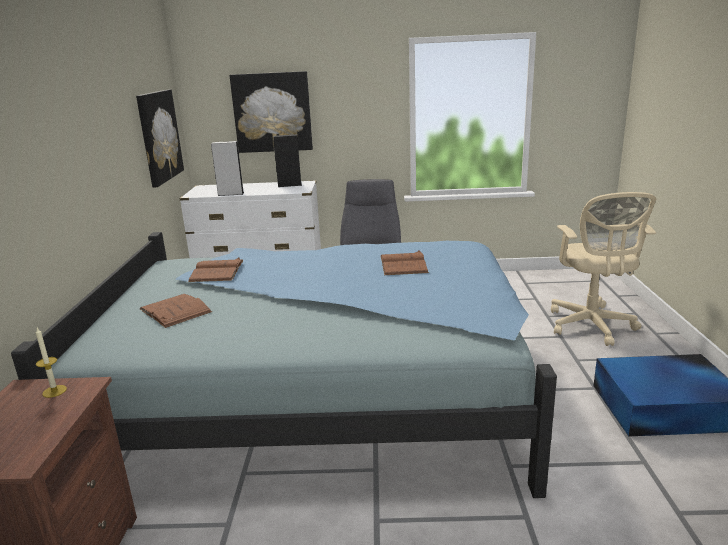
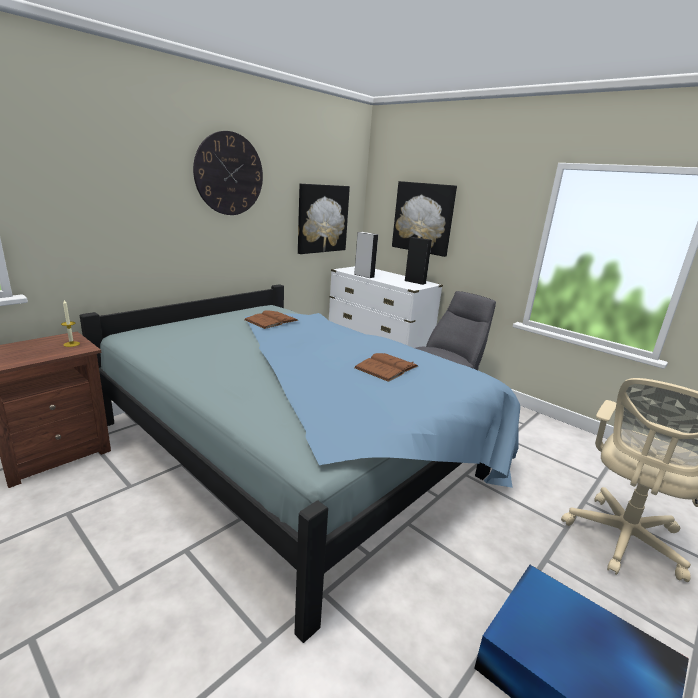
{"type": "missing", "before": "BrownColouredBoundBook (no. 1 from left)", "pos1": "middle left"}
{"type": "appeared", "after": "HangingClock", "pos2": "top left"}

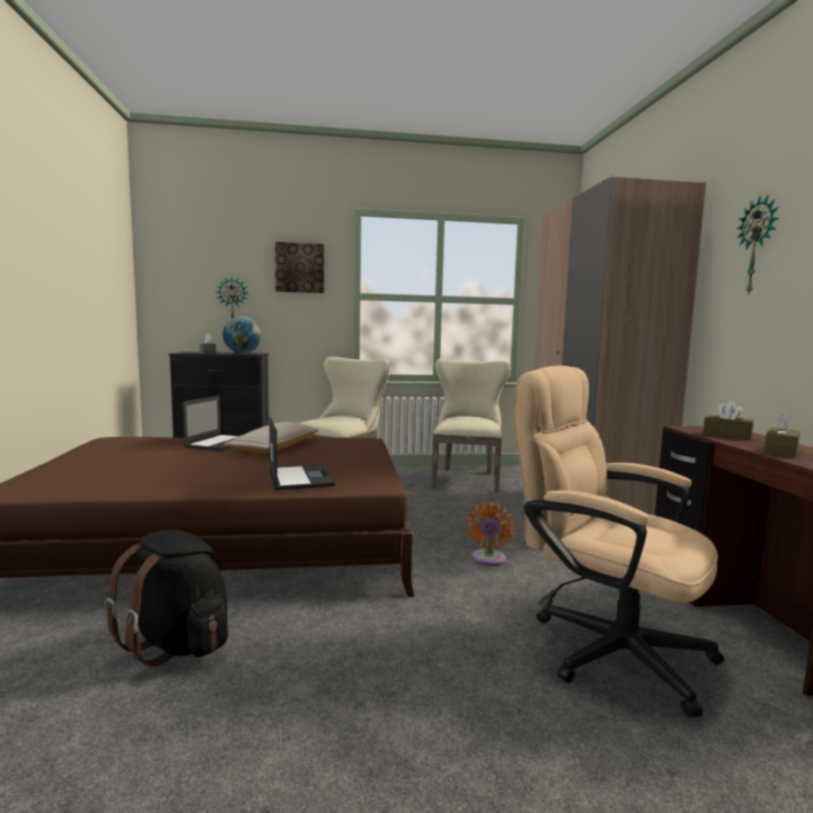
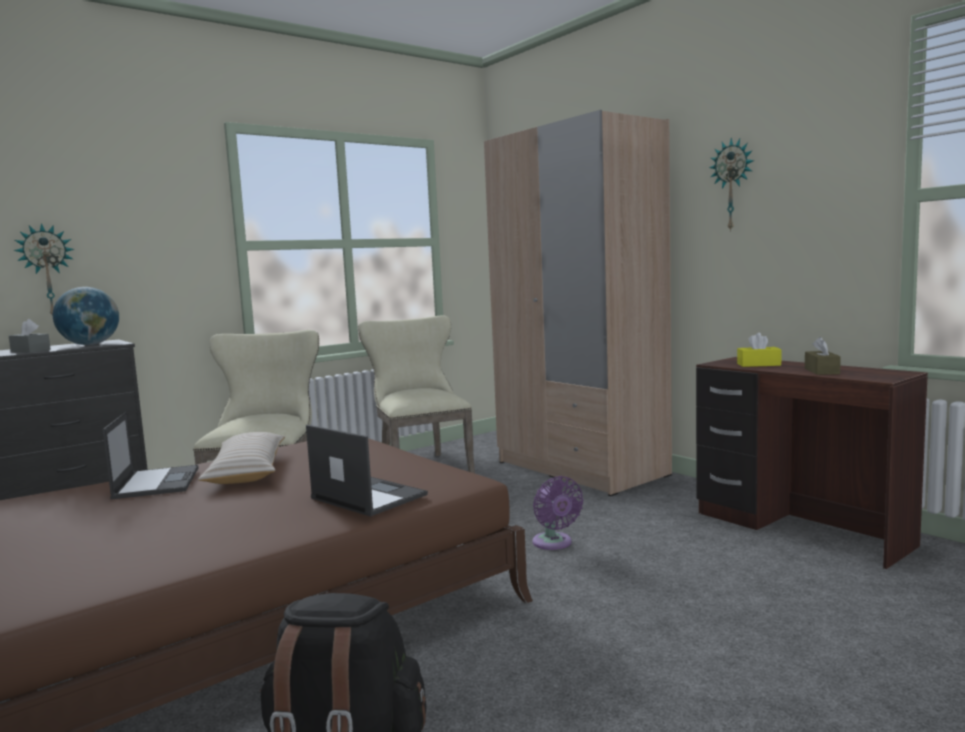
{"type": "missing", "before": "Picture", "pos1": "top centre"}
{"type": "missing", "before": "BeigeComputerChair", "pos1": "middle right"}
{"type": "colour", "before": "OrangeyCoolingFan", "after": "PurpleCoolingFan", "pos1": "centre", "pos2": "bottom centre"}
{"type": "colour", "before": "BrownColouredTissueBox (no. 1 from left)", "after": "YellowTissueBox", "pos1": "middle right", "pos2": "middle right"}

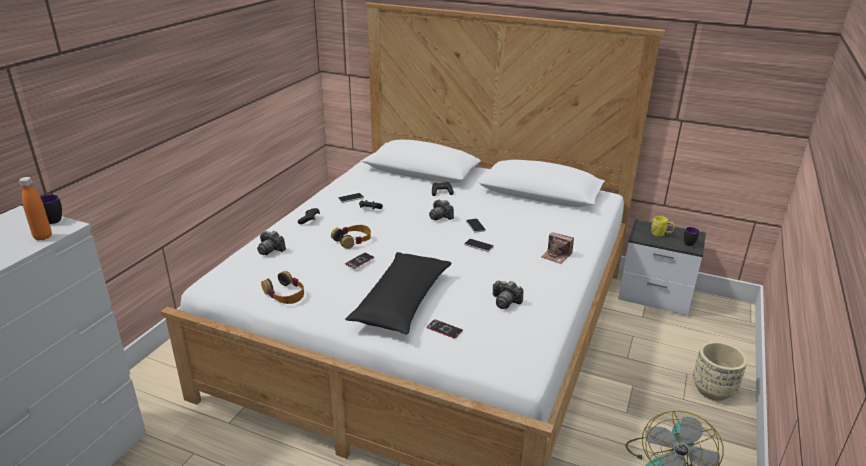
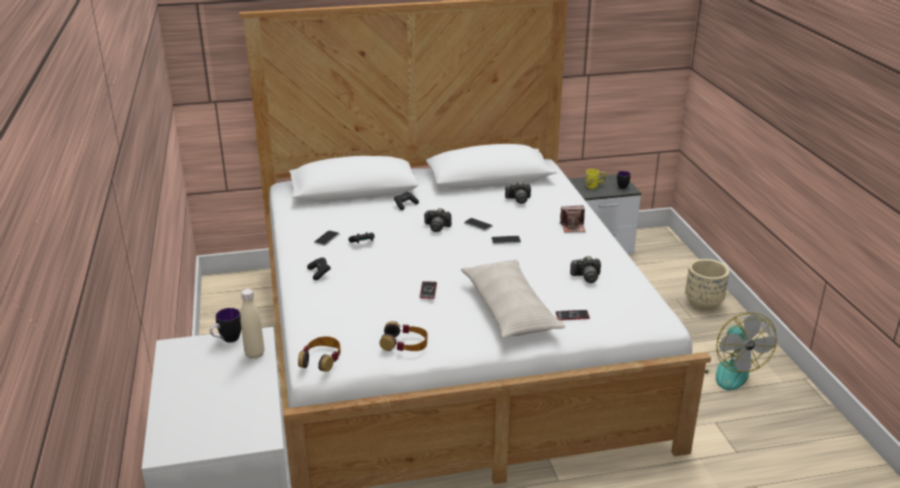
{"type": "relocated", "before": "StillCamera (no. 1 from left in the first image)", "after": "StillCamera (no. 2 from left)", "pos1": "middle left", "pos2": "centre"}
{"type": "relocated", "before": "Headset (no. 2 from left in the first image)", "after": "Headset (no. 1 from left)", "pos1": "centre", "pos2": "bottom centre"}
{"type": "colour", "before": "OrangeyBottle", "after": "BeigeBottle", "pos1": "middle left", "pos2": "middle left"}
{"type": "colour", "before": "BlackThrowPillow", "after": "BeigeThrowPillow", "pos1": "centre", "pos2": "centre"}

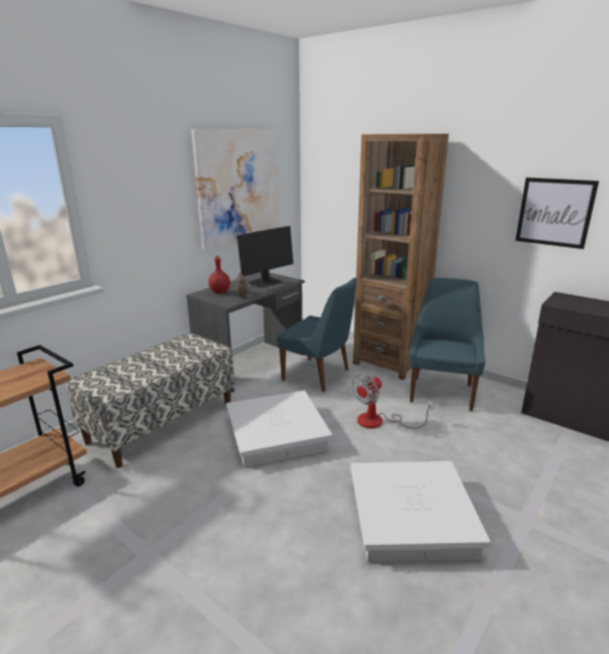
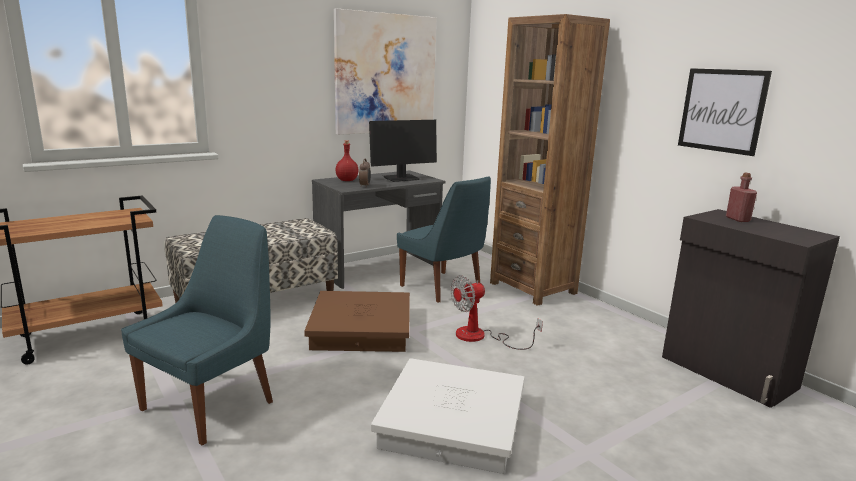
{"type": "appeared", "after": "RedColouredBottle (no. 2 from left)", "pos2": "middle right"}
{"type": "relocated", "before": "BlueUprightChair (no. 2 from left in the first image)", "after": "BlueUprightChair (no. 1 from left)", "pos1": "middle right", "pos2": "bottom left"}
{"type": "colour", "before": "WhiteColouredStorageBox (no. 1 from left)", "after": "BrownColouredStorageBox", "pos1": "centre", "pos2": "bottom centre"}

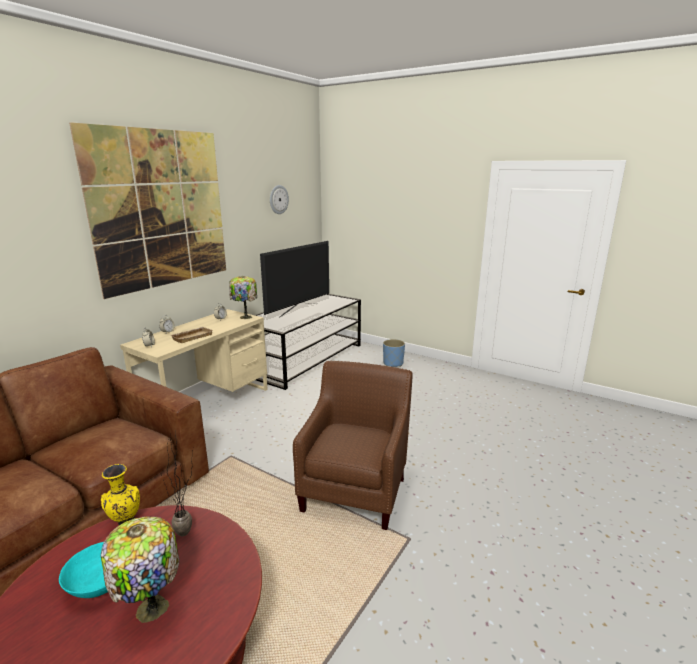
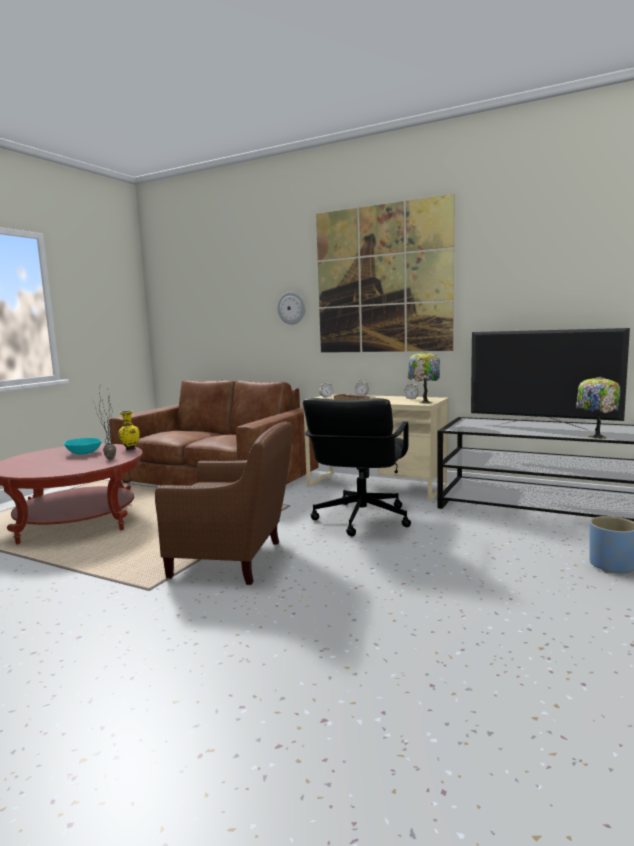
{"type": "appeared", "after": "BlackComputerChair", "pos2": "centre"}
{"type": "relocated", "before": "LampForATable (no. 1 from left in the first image)", "after": "LampForATable (no. 2 from left)", "pos1": "bottom left", "pos2": "middle right"}
{"type": "relocated", "before": "HangingClock", "pos1": "top centre", "pos2": "centre"}

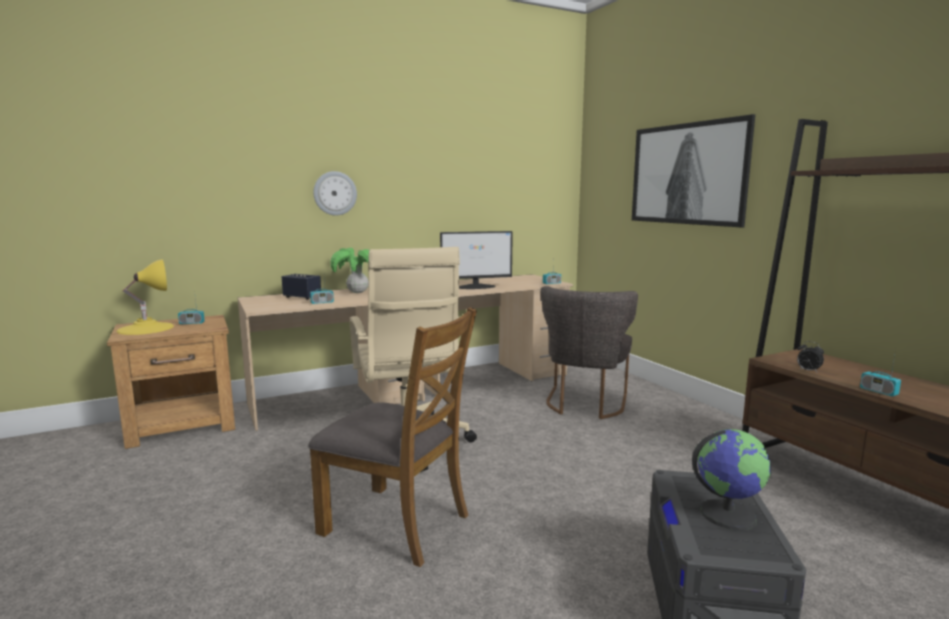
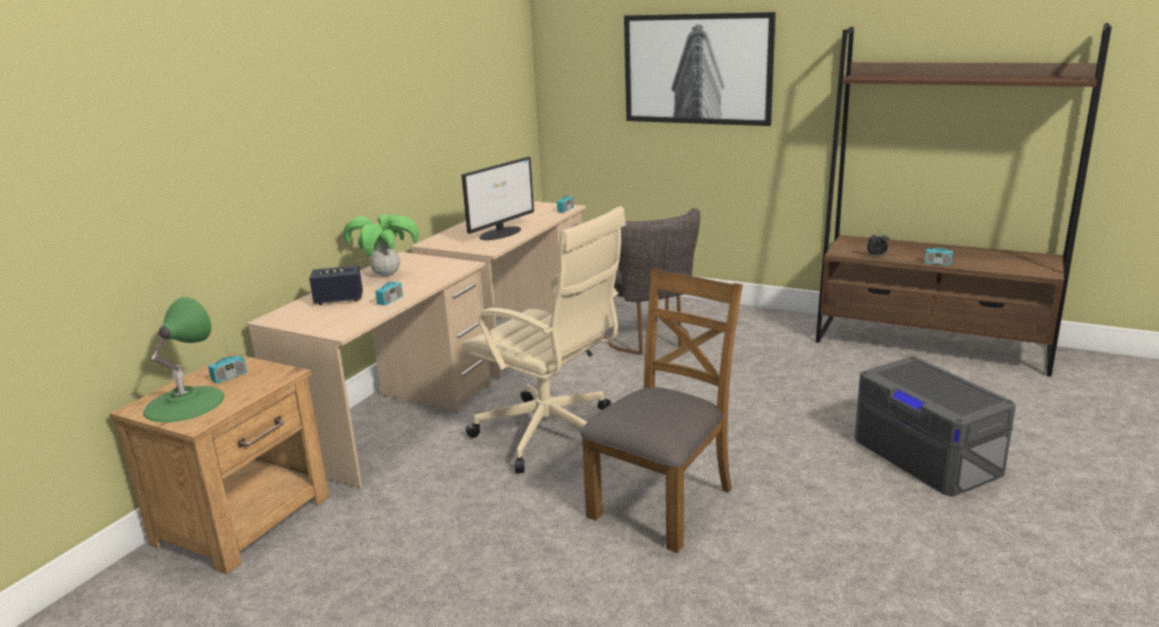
{"type": "missing", "before": "HangingClock", "pos1": "top centre"}
{"type": "missing", "before": "DeskGlobe", "pos1": "bottom right"}
{"type": "colour", "before": "YellowLampForATable", "after": "GreenColouredLampForATable", "pos1": "middle left", "pos2": "middle left"}
{"type": "spun", "before": "BrownColouredUprightChair", "pos1": "bottom centre", "pos2": "centre", "turn": -45}

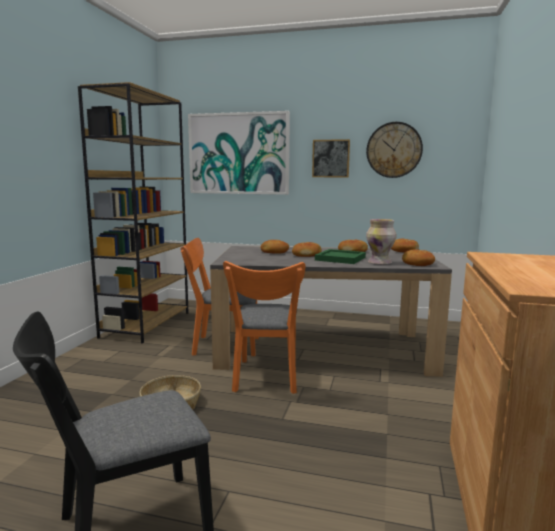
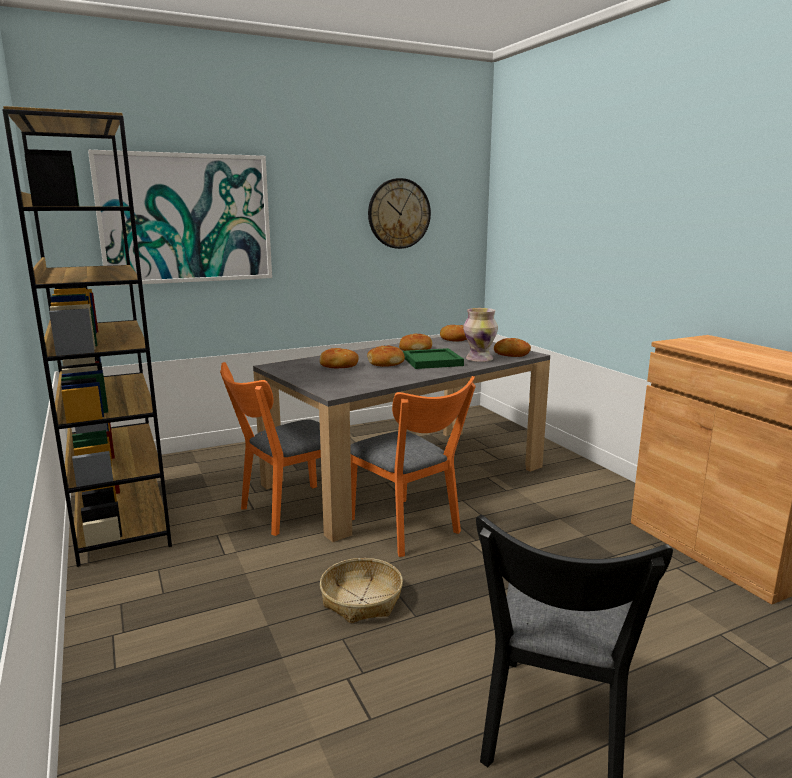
{"type": "missing", "before": "Picture (no. 2 from left)", "pos1": "top centre"}

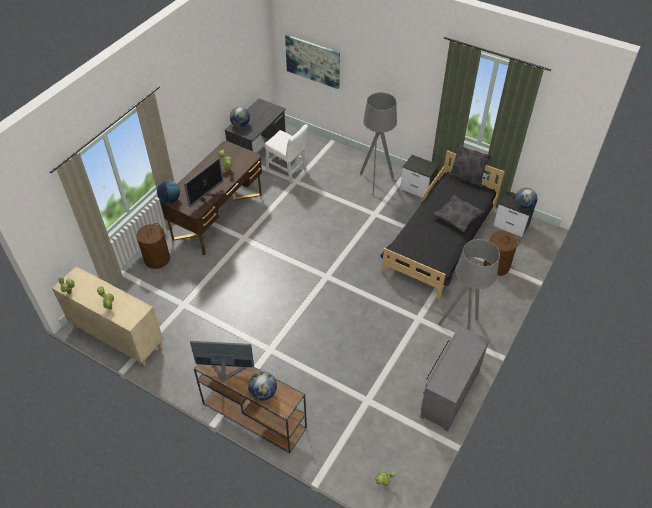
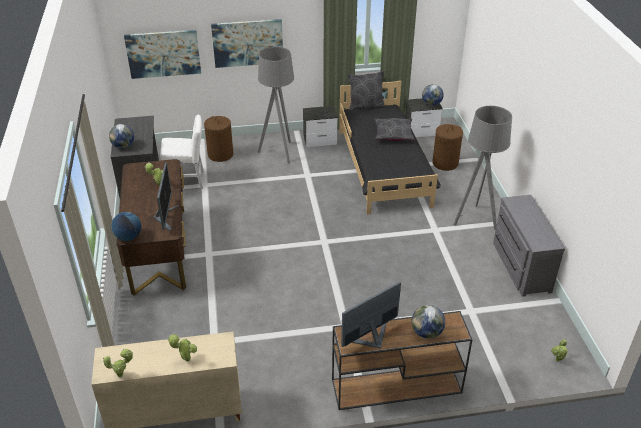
{"type": "appeared", "after": "Picture (no. 2 from left)", "pos2": "top centre"}
{"type": "relocated", "before": "BrownColouredHamper (no. 1 from left)", "pos1": "middle left", "pos2": "top centre"}

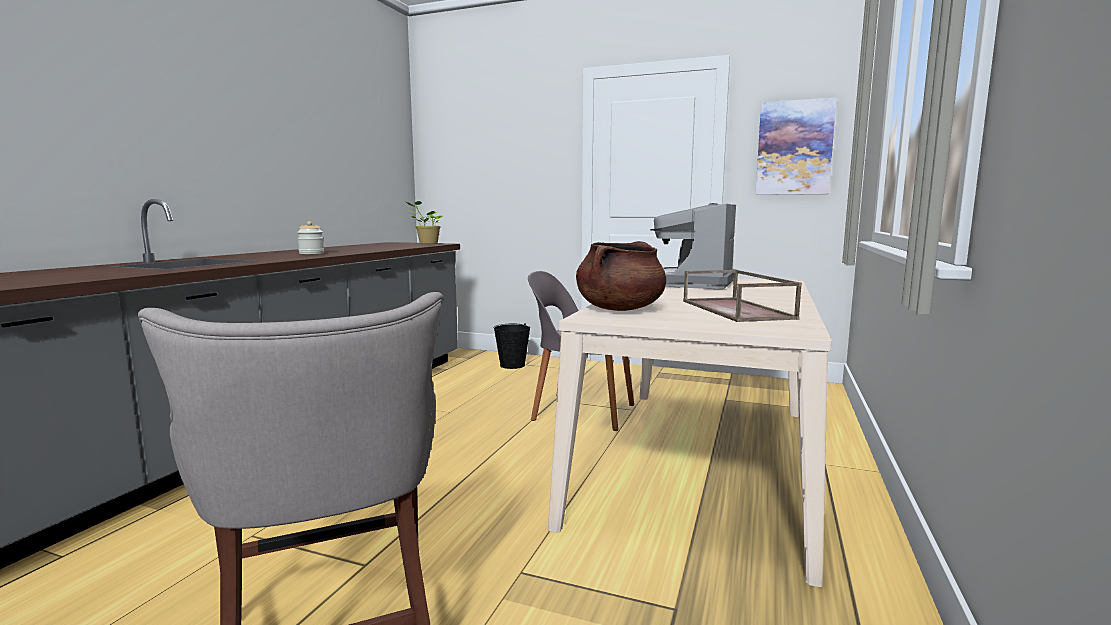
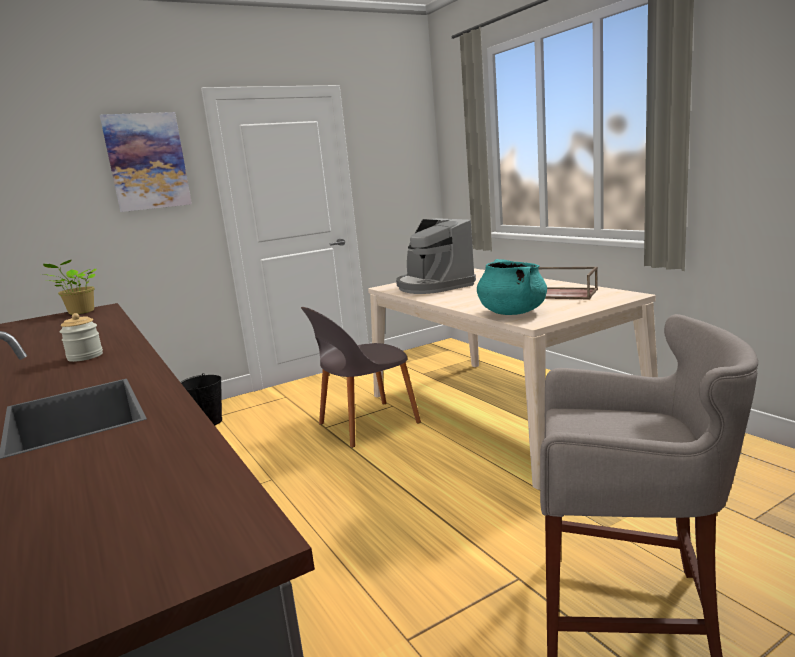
{"type": "relocated", "before": "Picture", "pos1": "top right", "pos2": "top left"}
{"type": "colour", "before": "BrownColouredCookingPot", "after": "TurquoiseColouredCookingPot", "pos1": "centre", "pos2": "centre"}

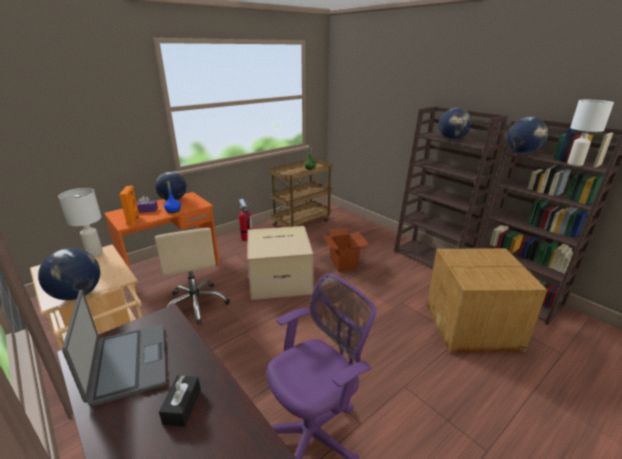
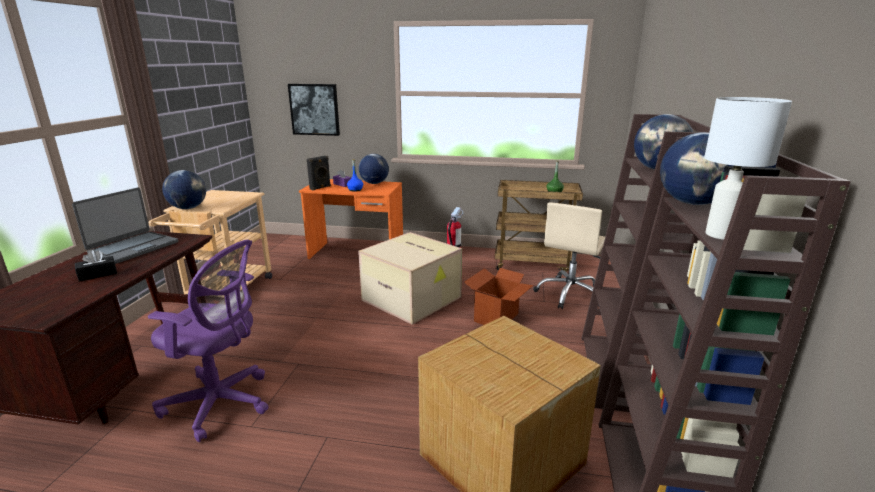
{"type": "missing", "before": "WhiteColouredLampForATable (no. 1 from left)", "pos1": "middle left"}
{"type": "appeared", "after": "Picture", "pos2": "top centre"}
{"type": "relocated", "before": "BeigeComputerChair", "pos1": "middle left", "pos2": "centre"}
{"type": "colour", "before": "OrangeyLoudspeaker", "after": "BlackLoudspeaker", "pos1": "middle left", "pos2": "centre"}

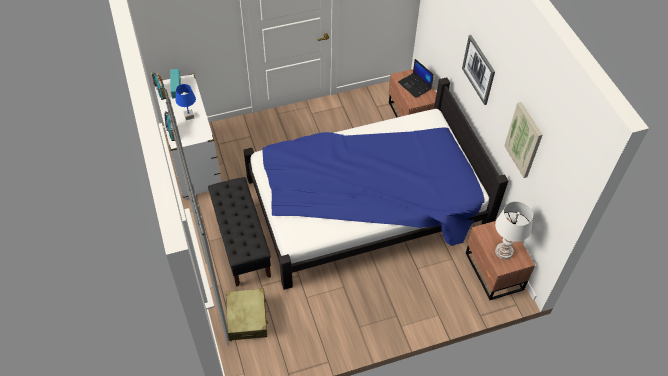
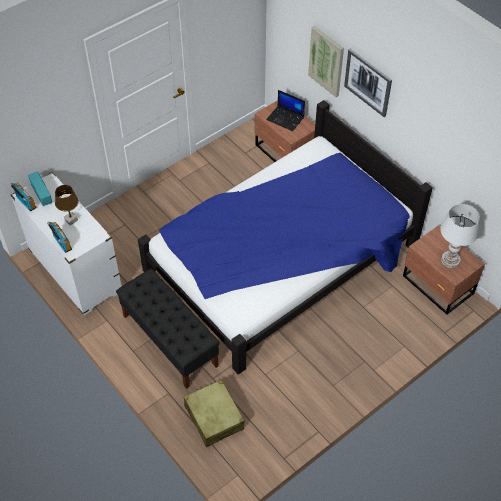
{"type": "relocated", "before": "Picture (no. 2 from left in the first image)", "after": "Picture (no. 1 from left)", "pos1": "middle right", "pos2": "top centre"}
{"type": "colour", "before": "BlueLampForATable", "after": "BrownColouredLampForATable", "pos1": "top left", "pos2": "middle left"}

